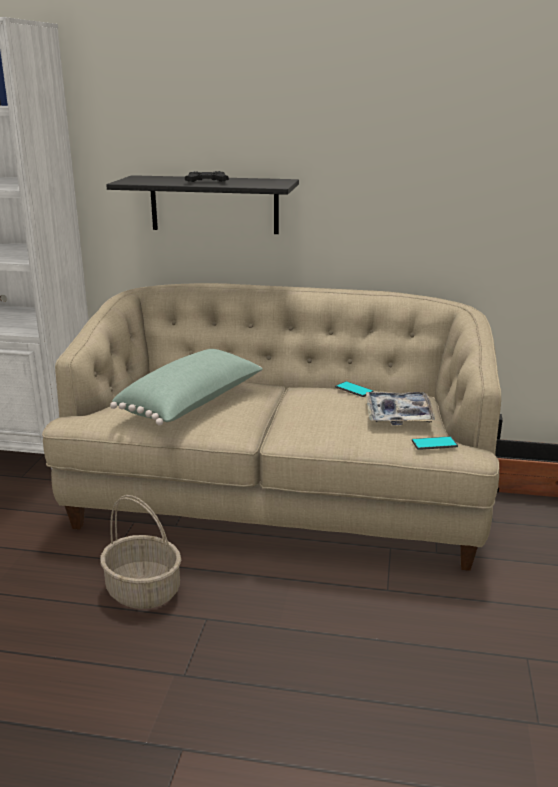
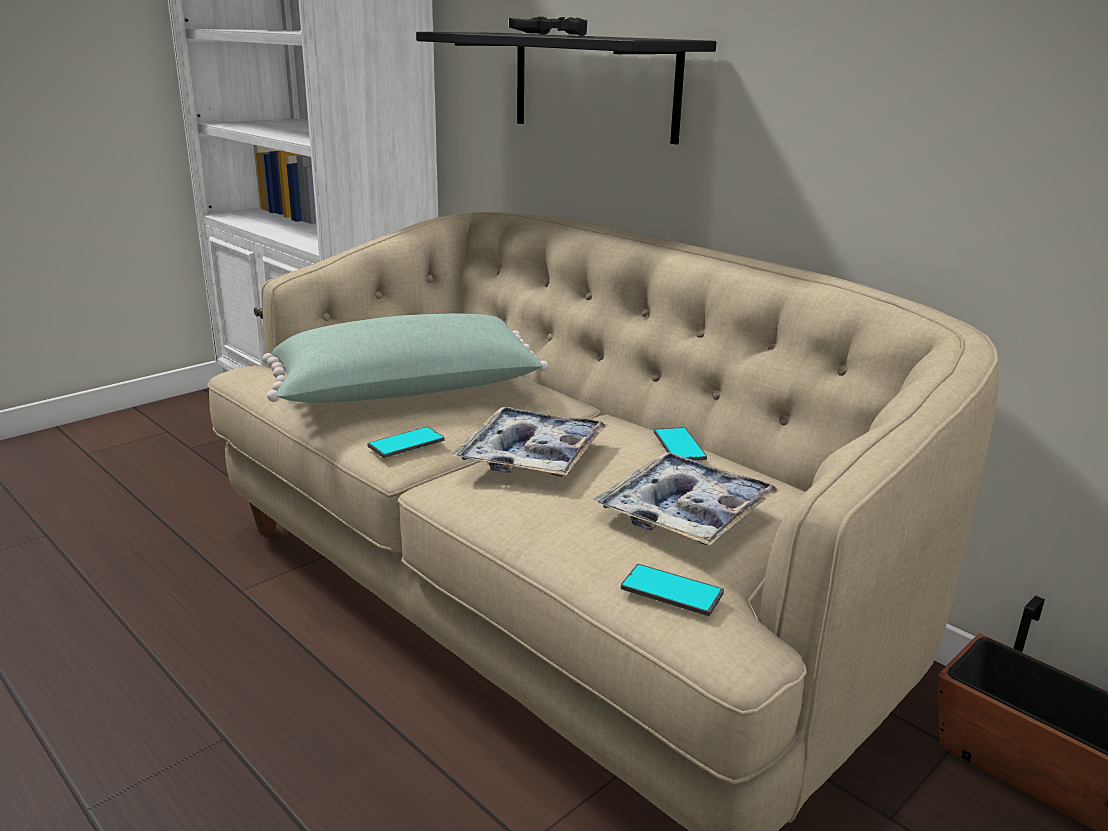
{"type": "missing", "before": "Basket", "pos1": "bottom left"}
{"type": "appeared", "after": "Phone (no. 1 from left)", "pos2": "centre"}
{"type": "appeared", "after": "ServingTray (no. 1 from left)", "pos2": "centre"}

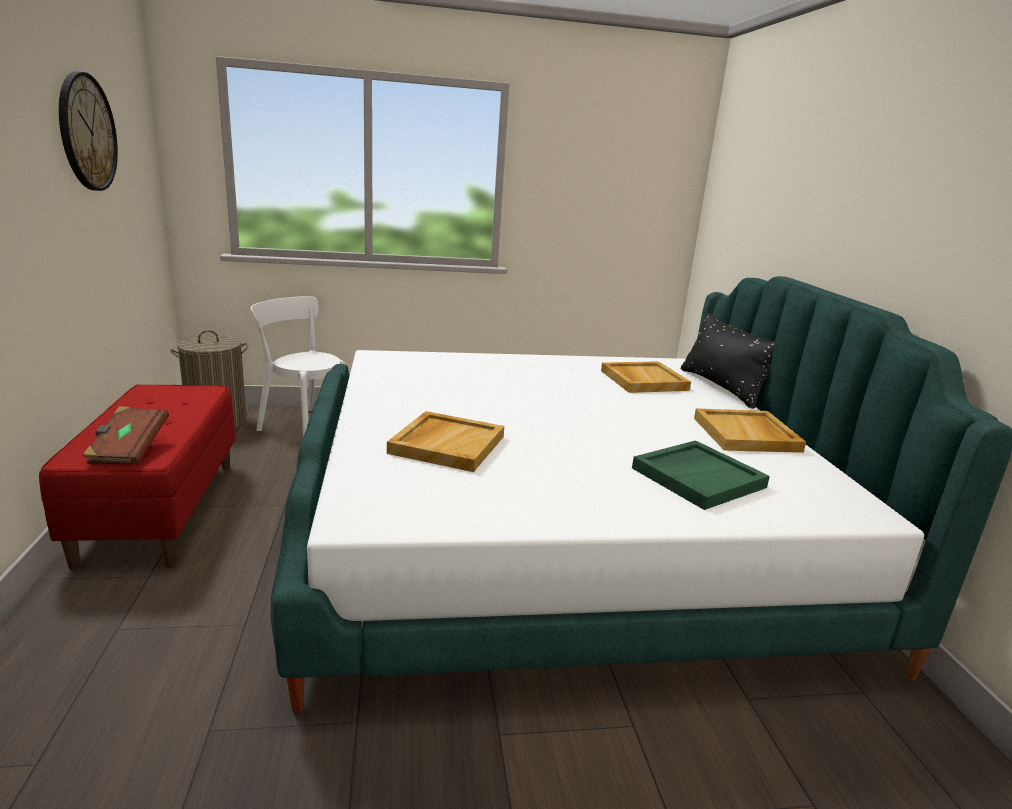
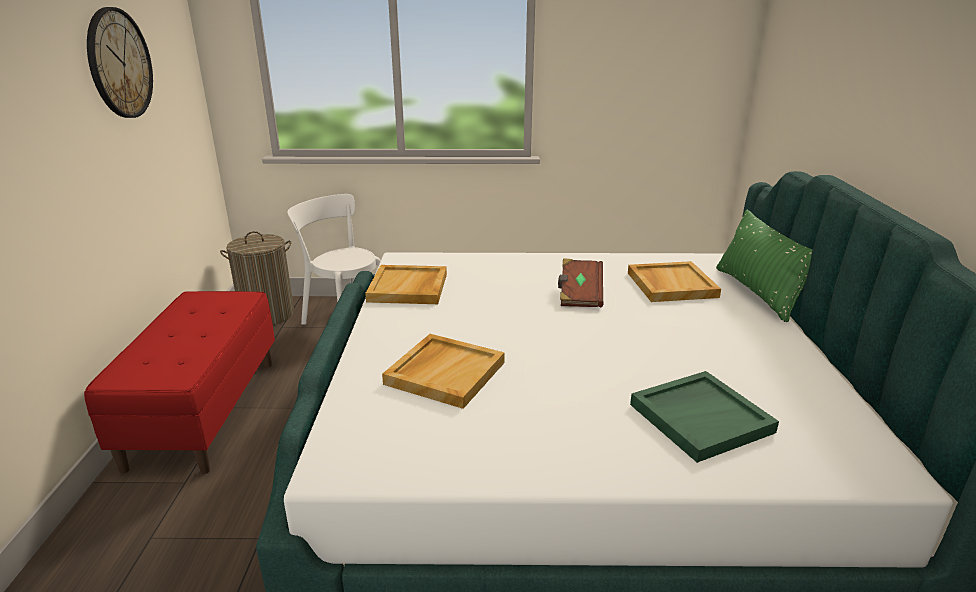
{"type": "relocated", "before": "BrownColouredBoundBook", "pos1": "middle left", "pos2": "centre"}
{"type": "relocated", "before": "BeigeServingTray (no. 3 from left in the first image)", "after": "BeigeServingTray (no. 1 from left)", "pos1": "middle right", "pos2": "centre"}
{"type": "colour", "before": "BlackThrowPillow", "after": "GreenColouredThrowPillow", "pos1": "middle right", "pos2": "middle right"}

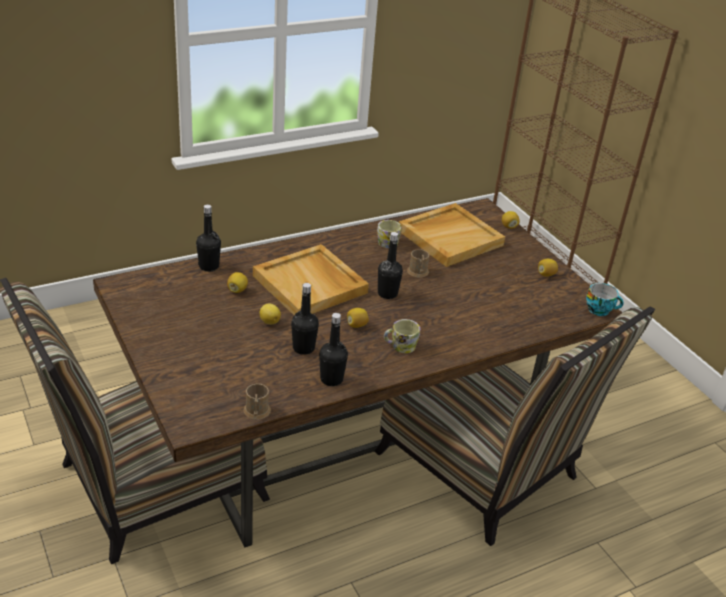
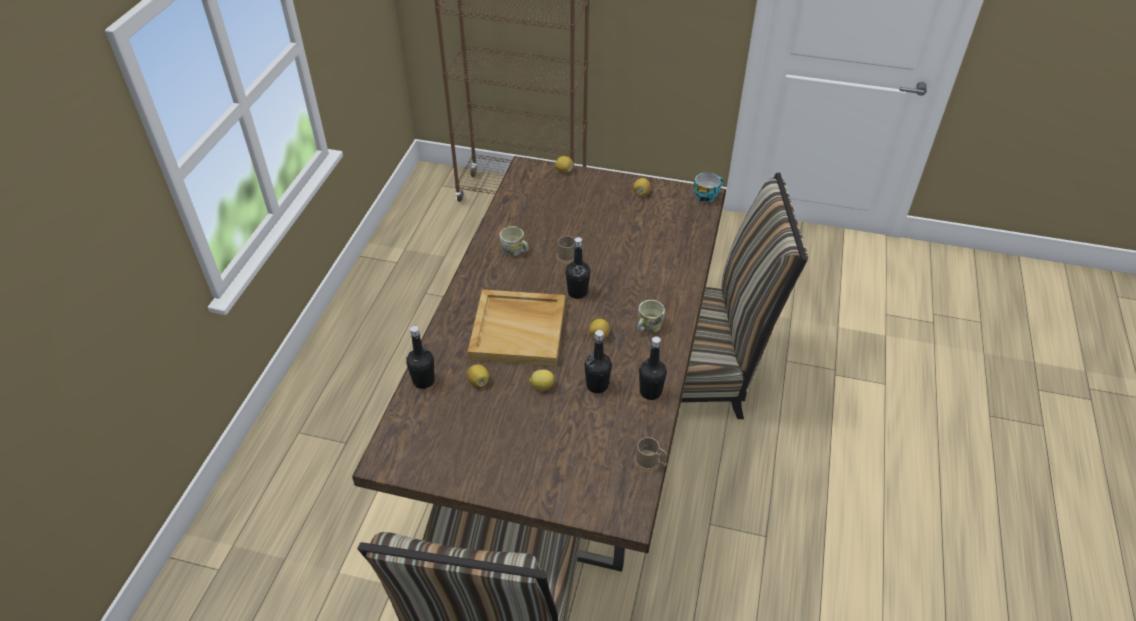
{"type": "missing", "before": "BeigeServingTray (no. 2 from left)", "pos1": "centre"}

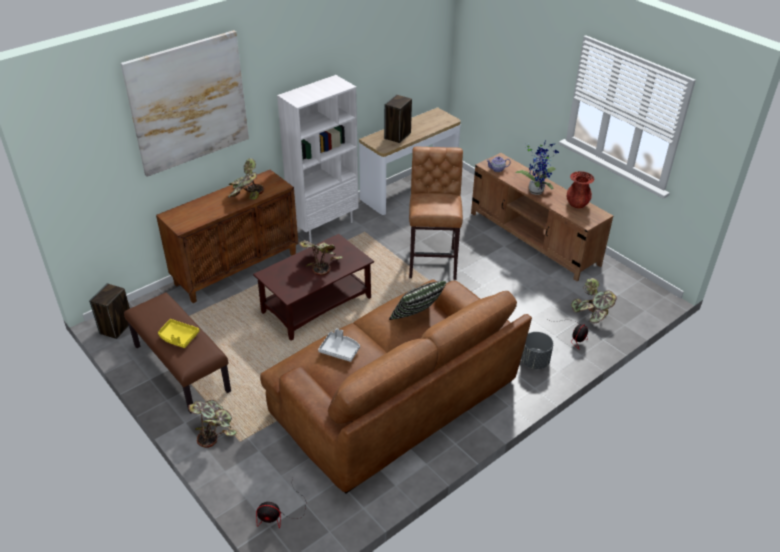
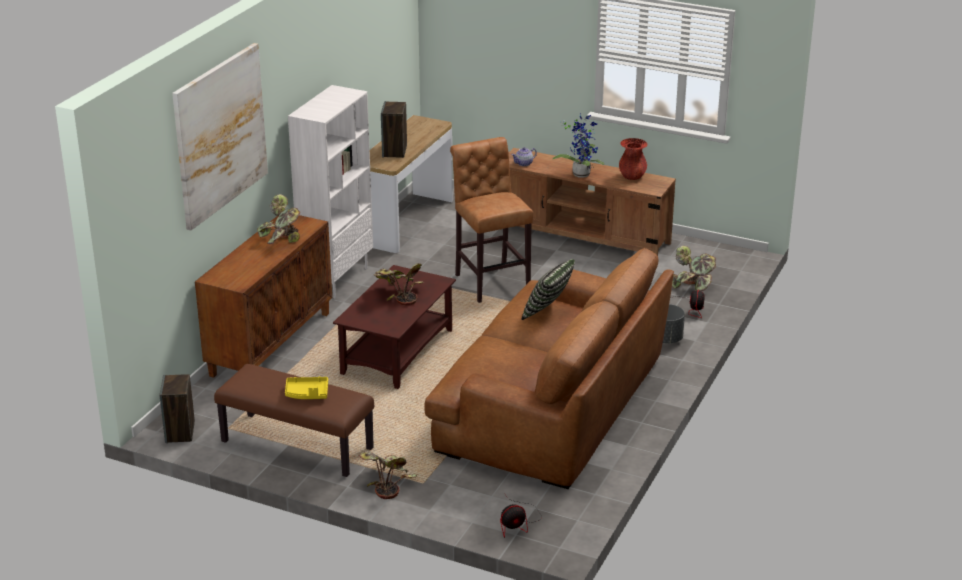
{"type": "missing", "before": "GreyServingTray", "pos1": "centre"}

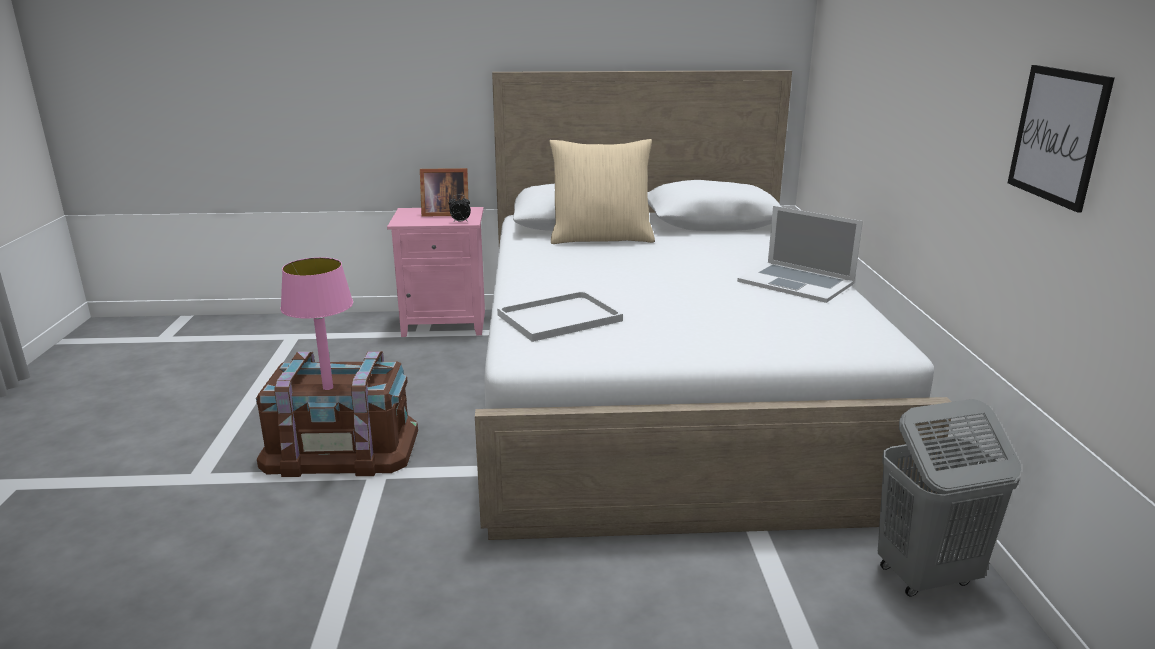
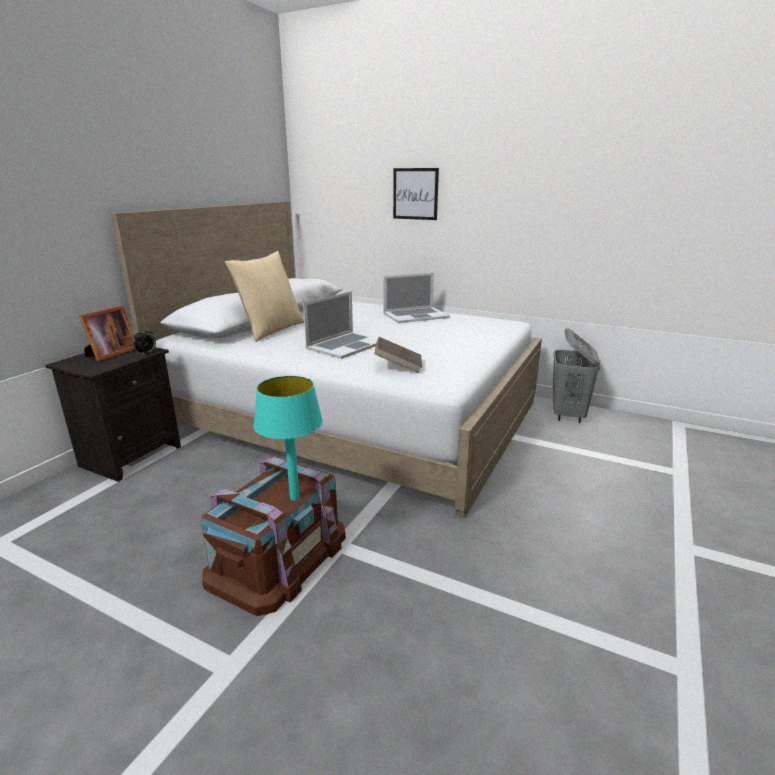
{"type": "appeared", "after": "PortableComputer (no. 1 from left)", "pos2": "centre"}
{"type": "relocated", "before": "Picture", "pos1": "top right", "pos2": "top centre"}
{"type": "exchanged", "before": "WhiteColouredServingTray", "after": "BrownColouredBoundBook", "pos1": "centre", "pos2": "centre"}
{"type": "colour", "before": "PinkLampForATable", "after": "TurquoiseColouredLampForATable", "pos1": "middle left", "pos2": "centre"}
{"type": "colour", "before": "PinkNightTable", "after": "BlackNightTable", "pos1": "centre", "pos2": "middle left"}

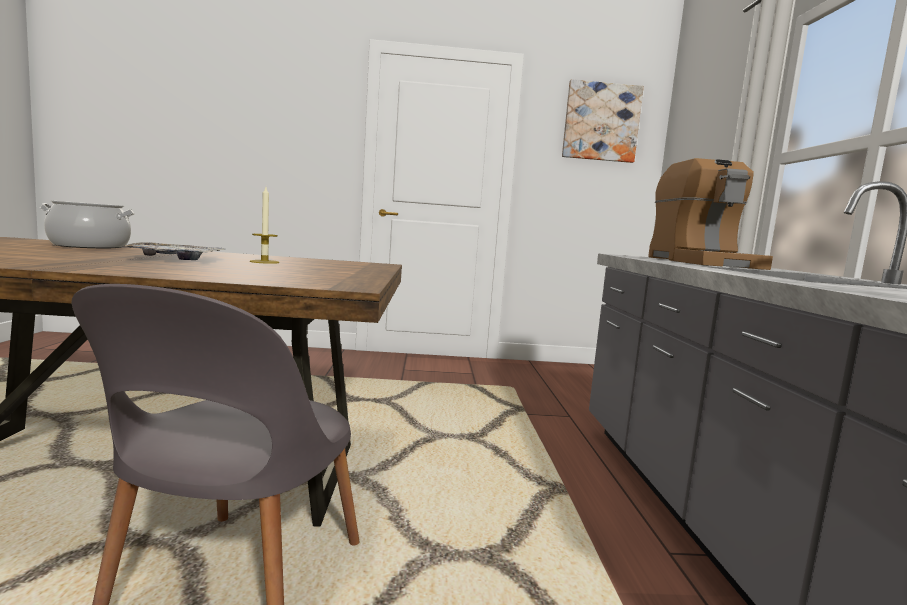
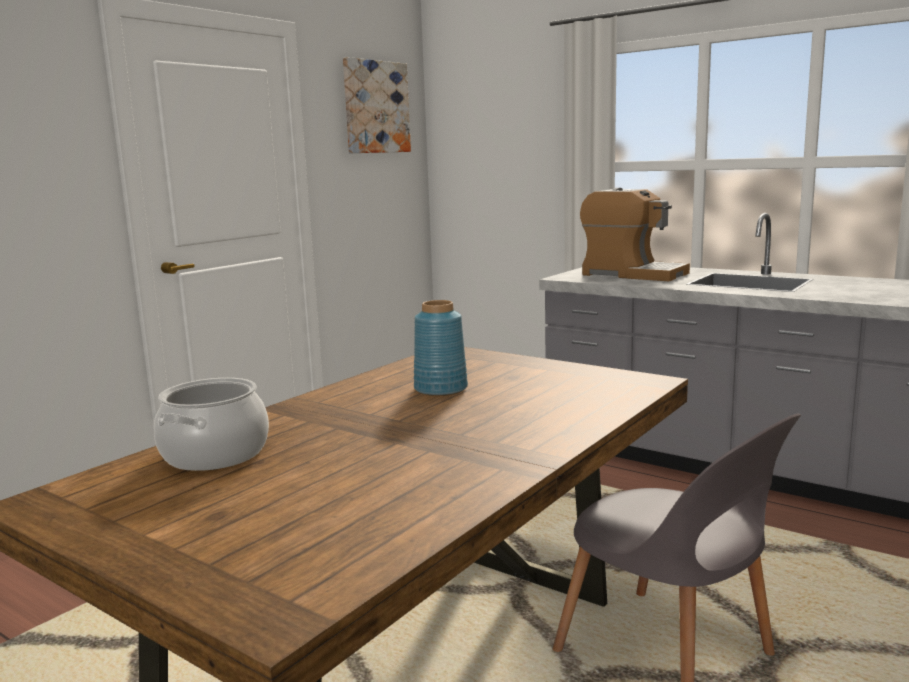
{"type": "missing", "before": "ServingTray", "pos1": "middle left"}
{"type": "exchanged", "before": "WaxLight", "after": "BlueFlowerVase", "pos1": "middle left", "pos2": "centre"}

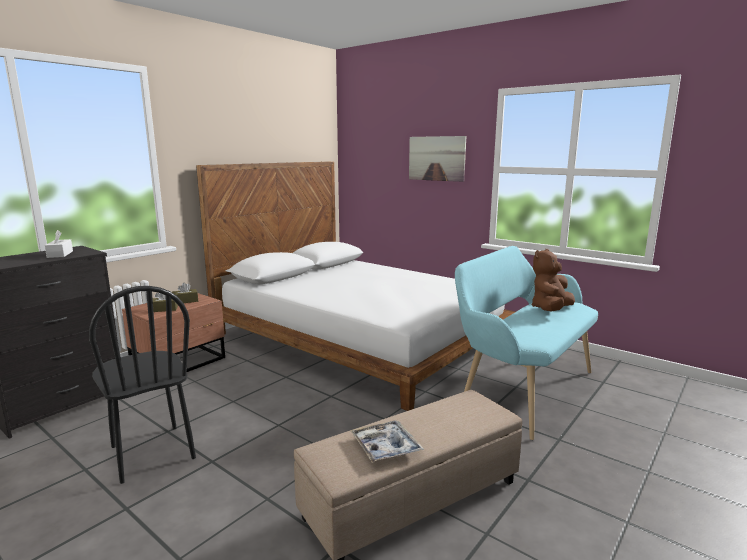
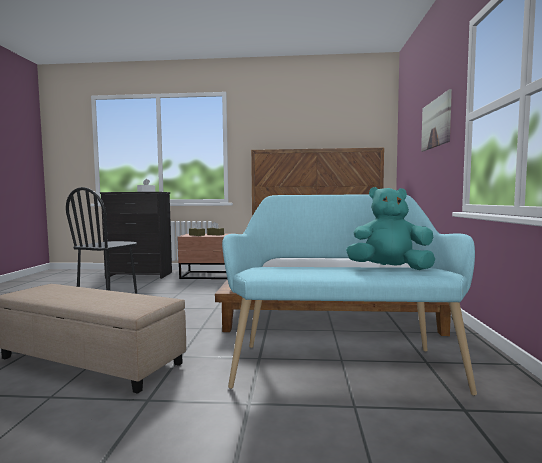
{"type": "missing", "before": "ServingTray", "pos1": "bottom centre"}
{"type": "colour", "before": "BrownColouredCuddlyToy", "after": "TurquoiseColouredCuddlyToy", "pos1": "middle right", "pos2": "middle right"}

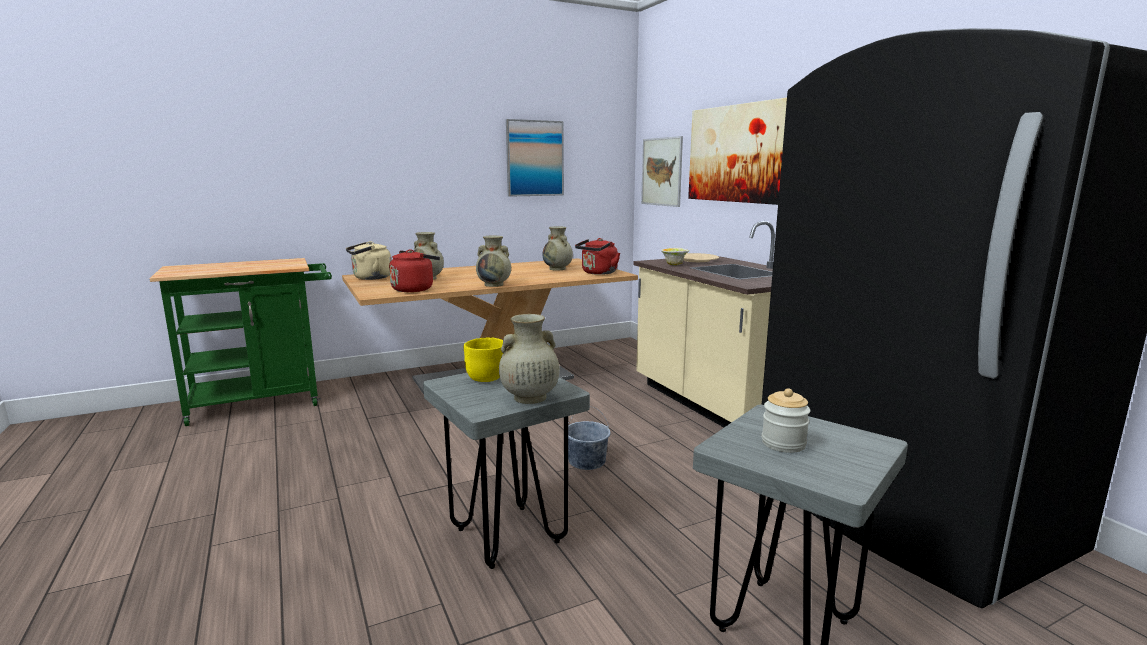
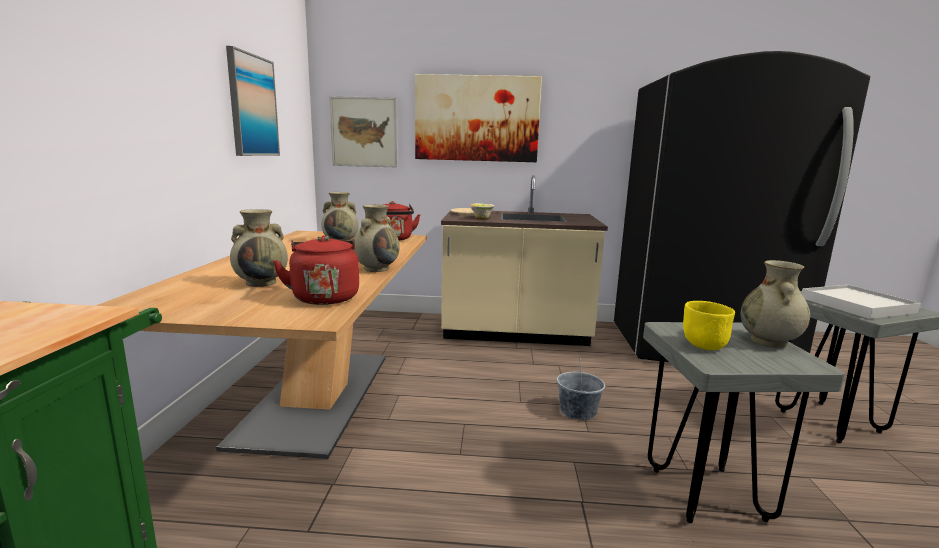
{"type": "missing", "before": "BeigeTeaKettle", "pos1": "middle left"}
{"type": "exchanged", "before": "Jar", "after": "WhiteColouredServingTray", "pos1": "middle right", "pos2": "middle right"}

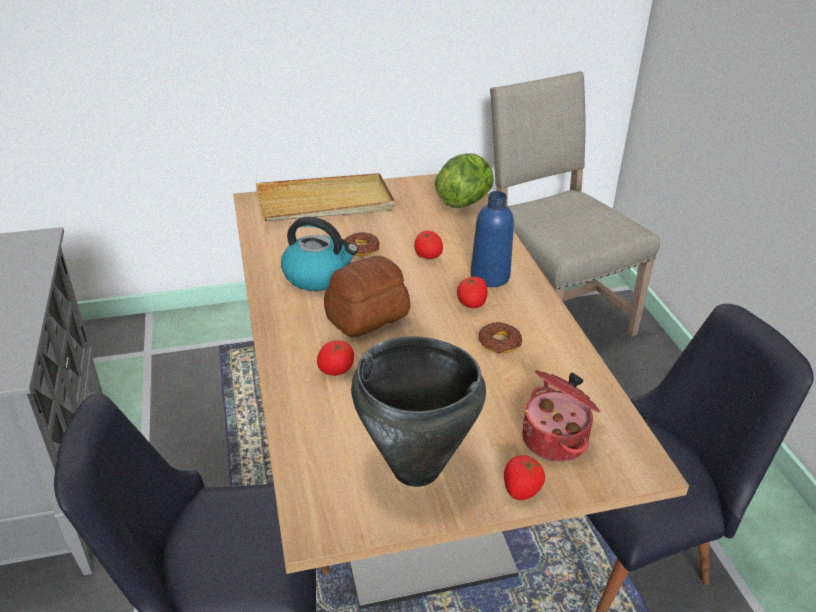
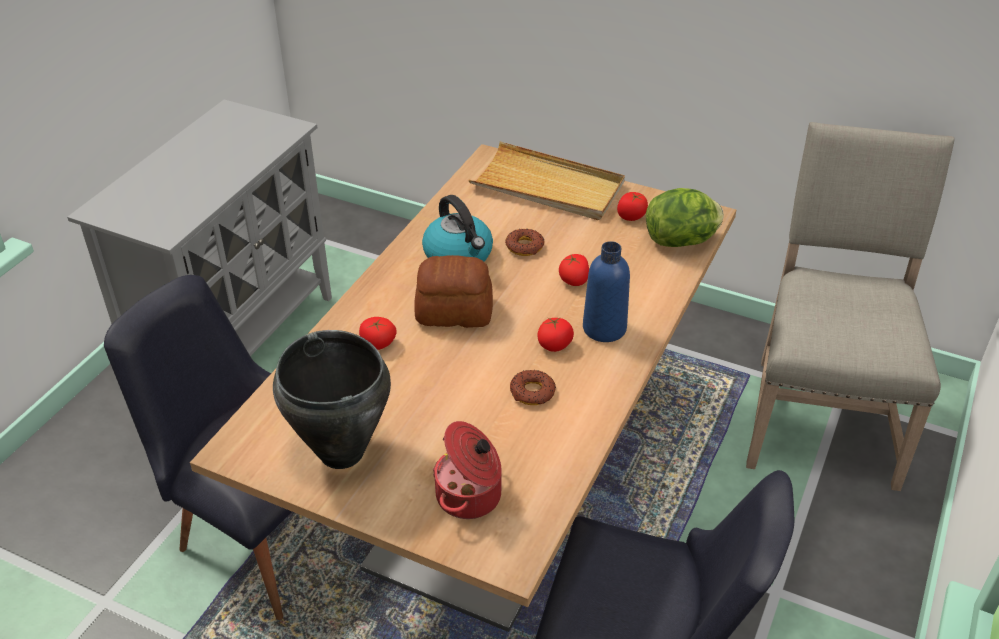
{"type": "relocated", "before": "Tomato (no. 4 from left)", "pos1": "bottom centre", "pos2": "top centre"}

